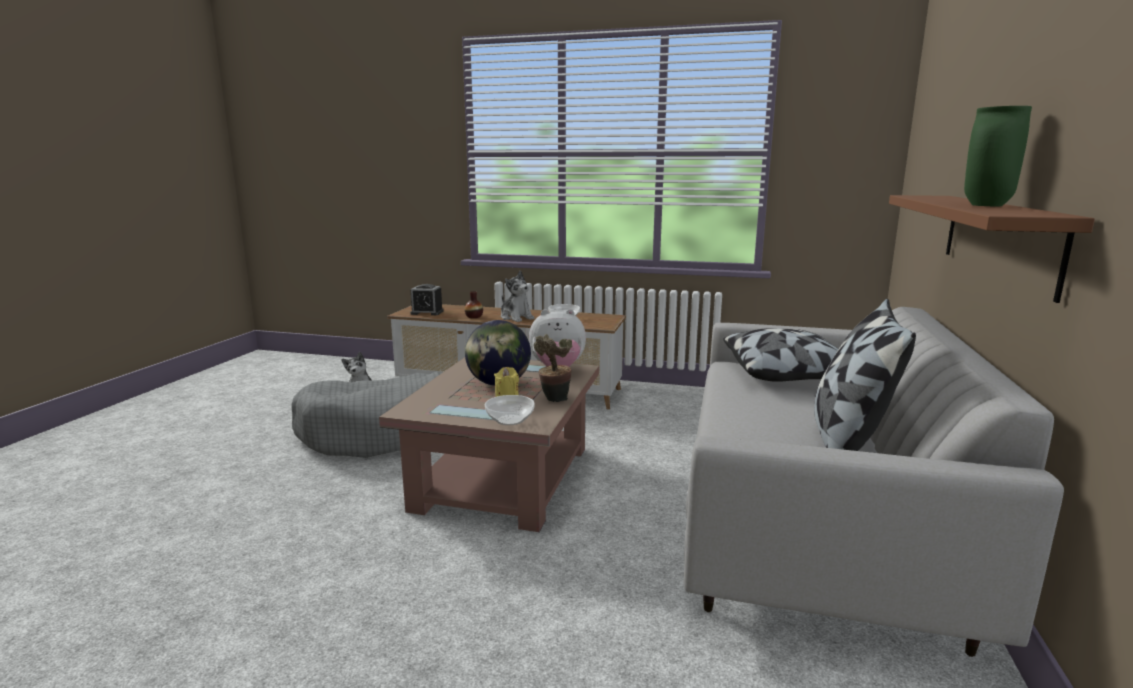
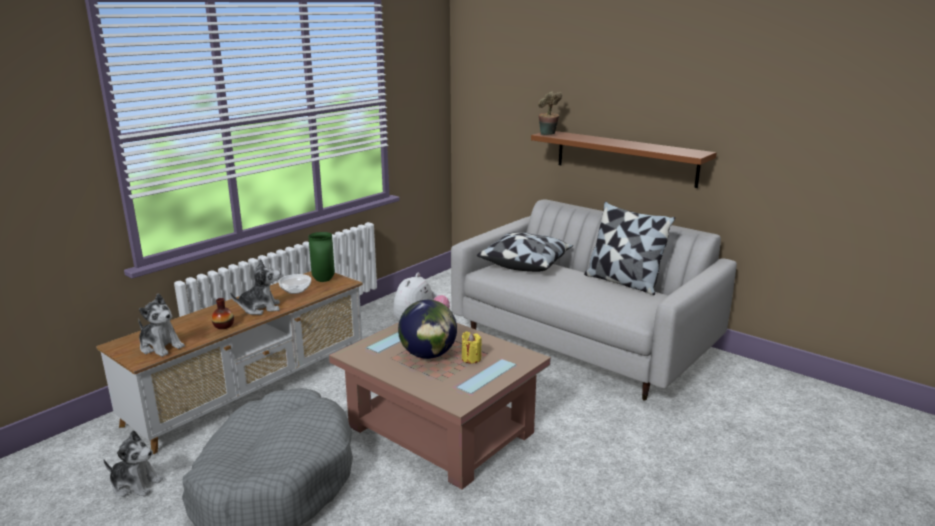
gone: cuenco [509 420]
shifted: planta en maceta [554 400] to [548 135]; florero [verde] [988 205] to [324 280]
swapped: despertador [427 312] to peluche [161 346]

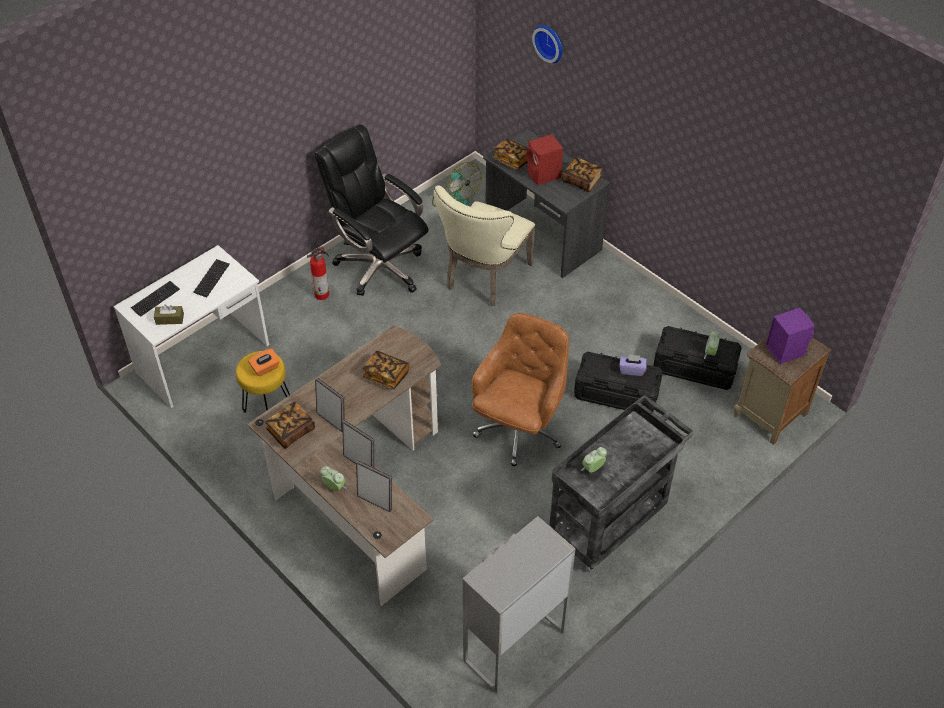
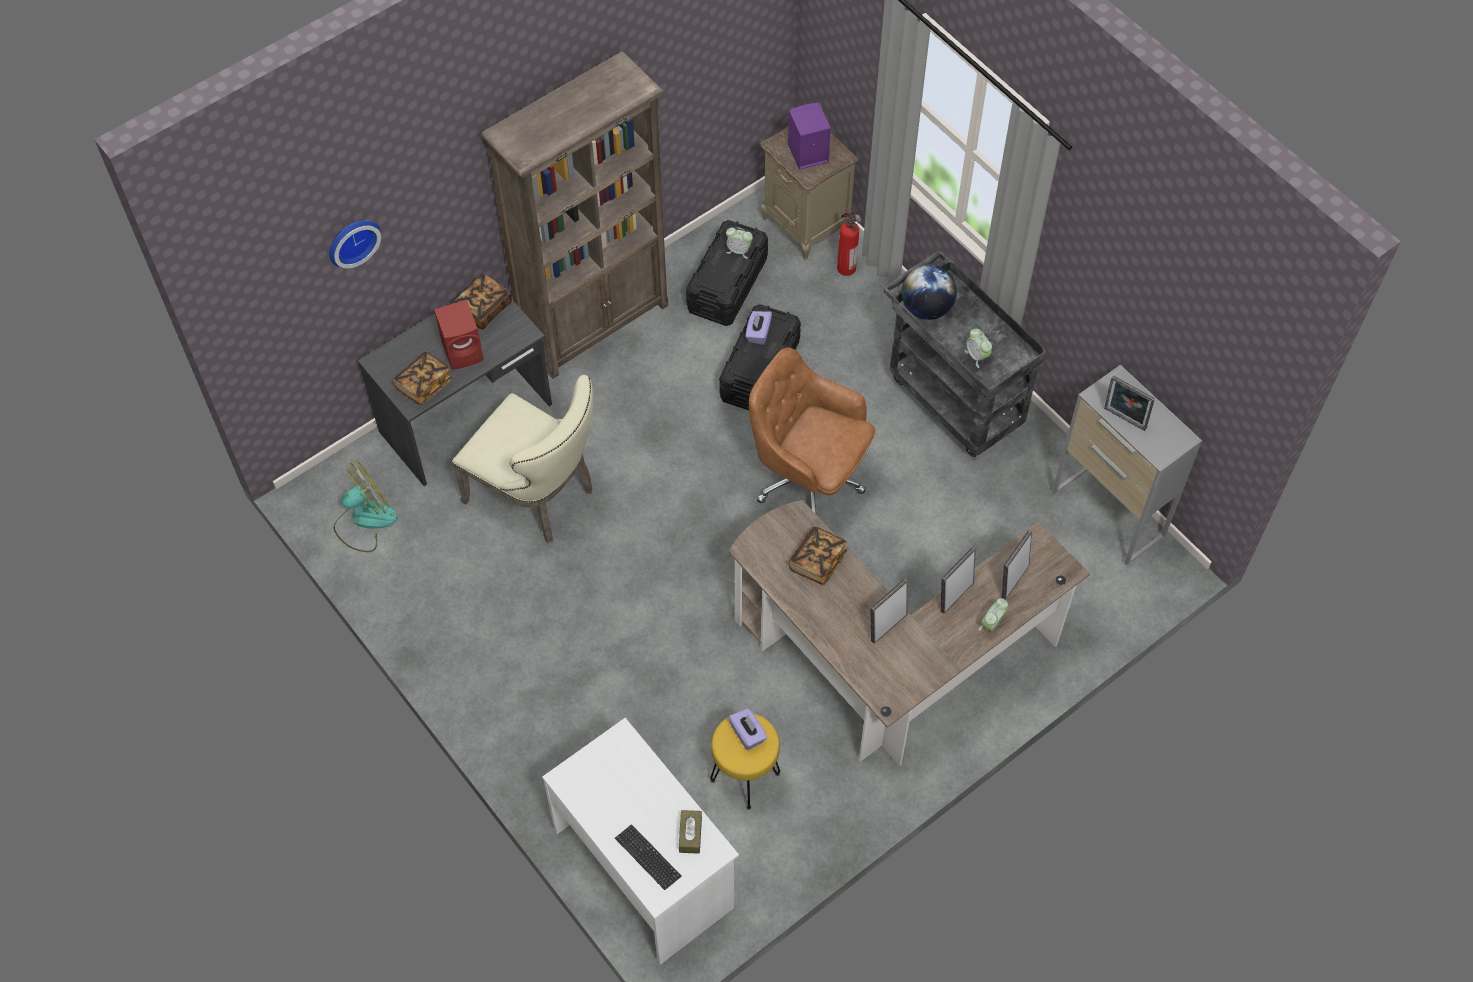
gone: teclado [211 279]; libro [291 431]; silla de oficina [negro] [379 267]
new: estantería [marrón] [595 323]; globo terráqueo [926 308]; portarretratos [1123 420]
shifted: extintor [323 294] to [845 267]
repainted: caja de pañuelos [naranja] [265 368] to caja de pañuelos [morado] [748 734]

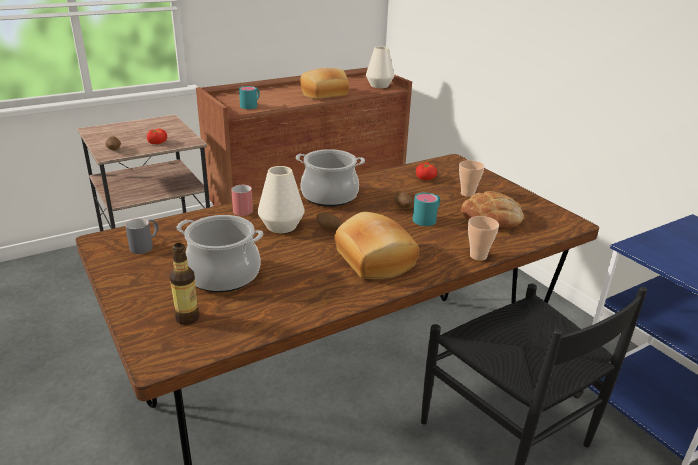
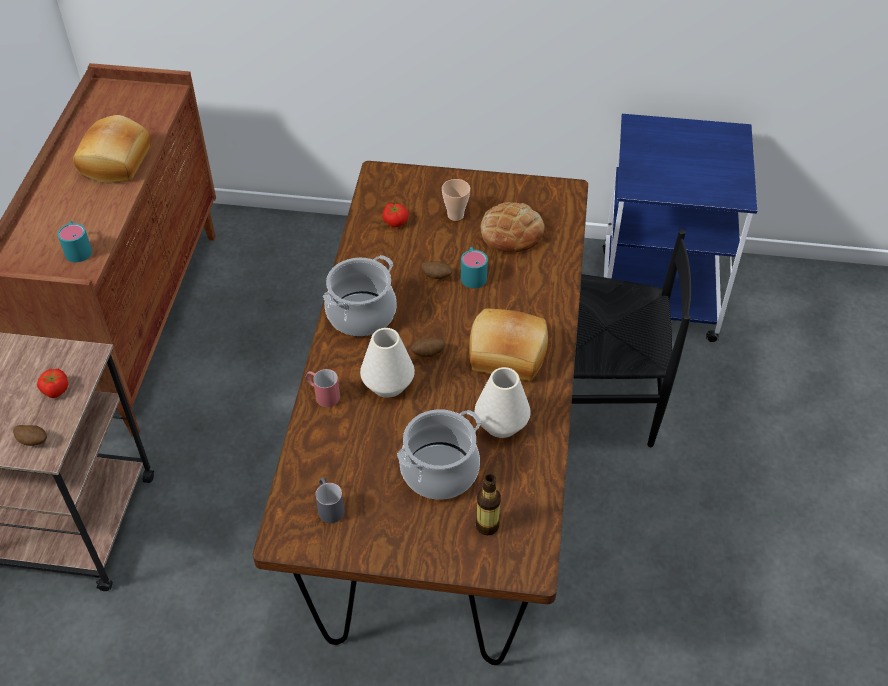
gone: taza [478 256]
shifted: florero [blanco] [379 85] to [501 424]

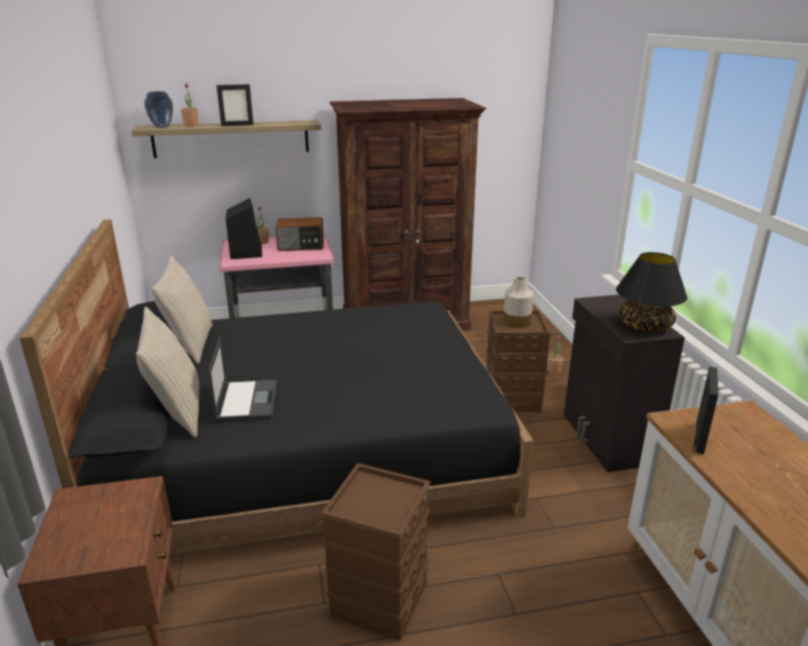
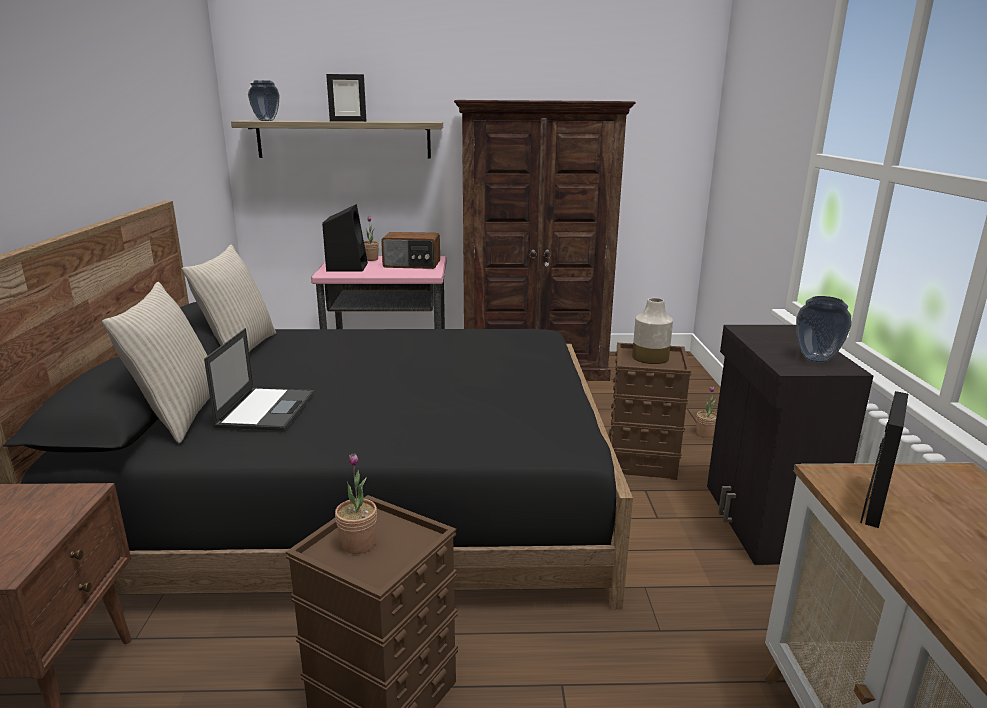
shifted: planta en maceta [191 125] to [358 544]
swapped: lámpara de mesa [negro] [644 325] to florero [815 358]

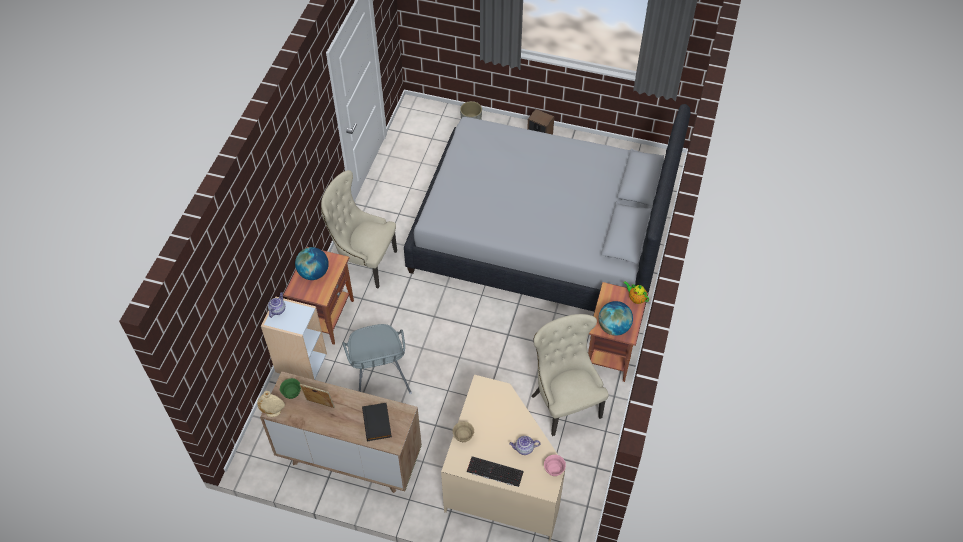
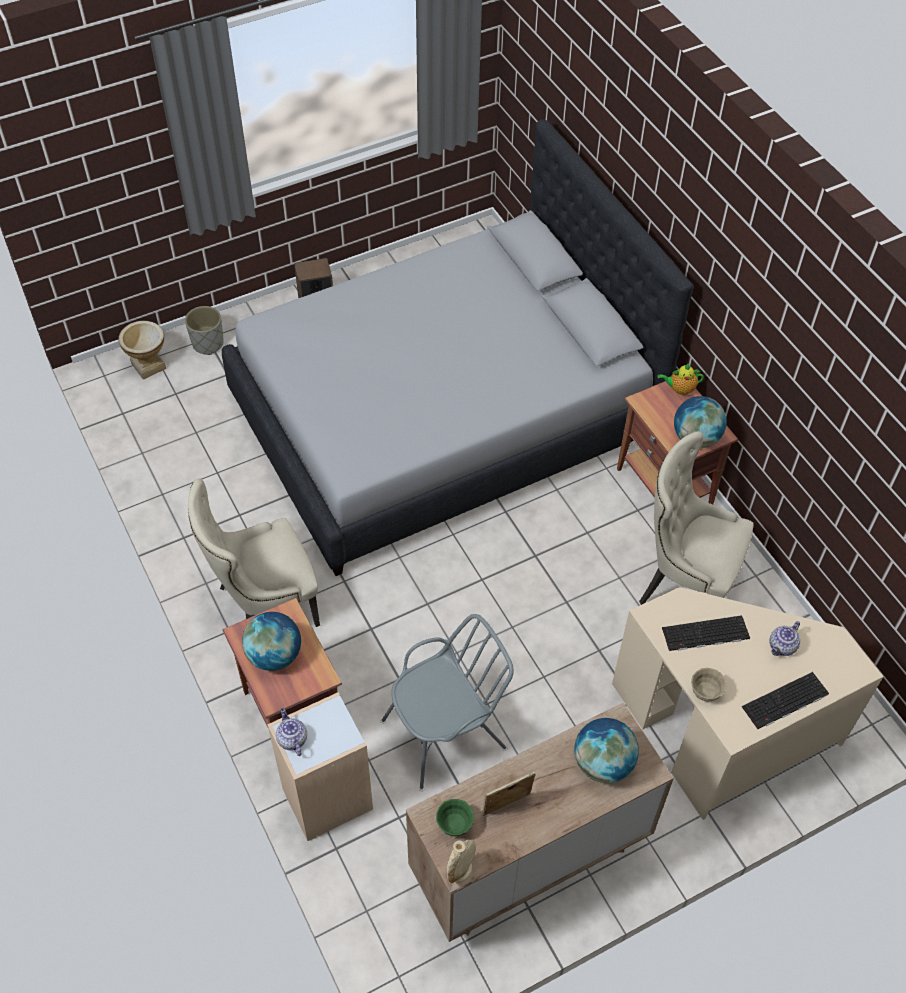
gone: cuenco [rosa] [554 470]
new: florero [149 366]; teclado [705 634]
swapped: libro [negro] [378 423] to globo terráqueo [603 763]
rotated: silla [gris] [379 377] = [448 731] 60 degrees counterclockwise

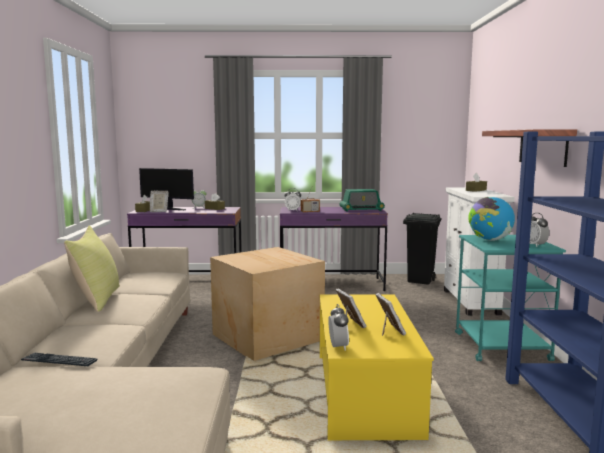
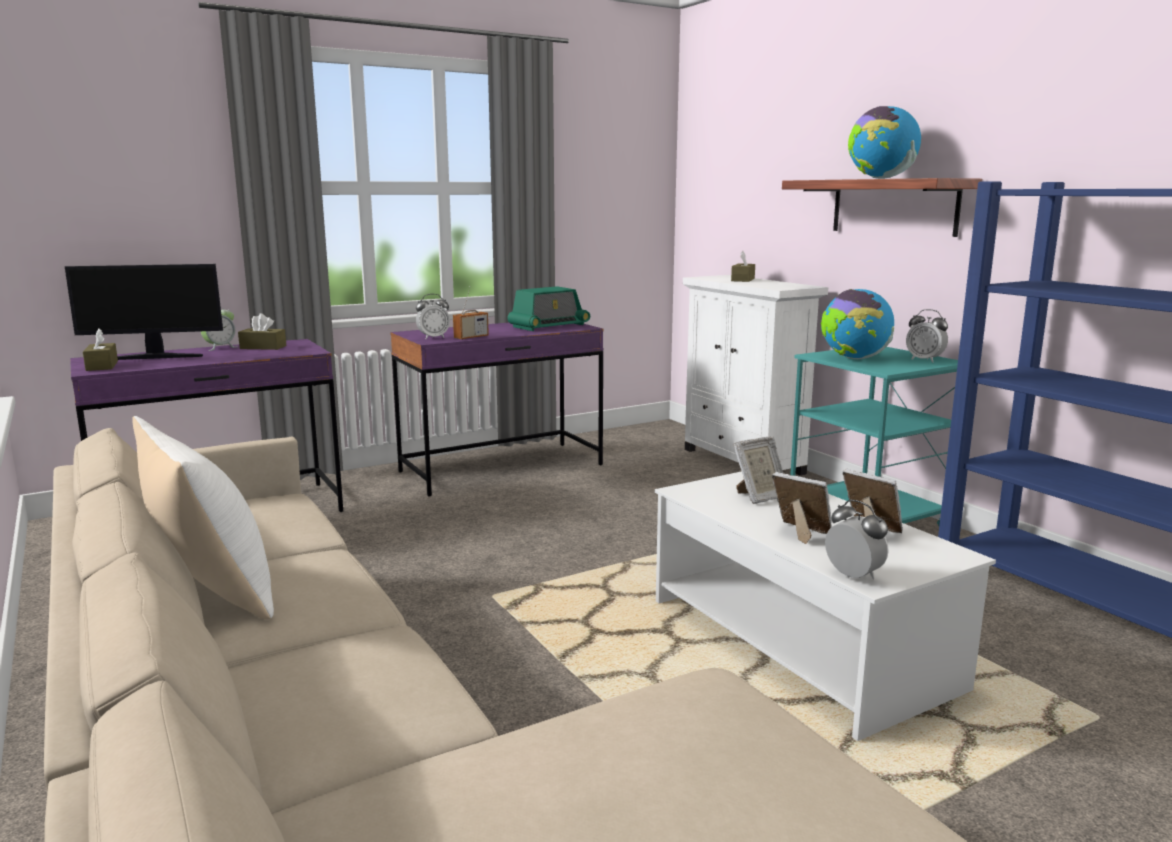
gone: teclado [59 361]; caja de cartón [268 336]; papelera [negro] [420 281]
new: globo terráqueo [881 178]
shifted: portarretratos [159 211] to [760 497]
repainted: cojín [amarillo] [97 299] to cojín [blanco] [210 591]; mesa de centro [amarillo] [365 392] to mesa de centro [blanco] [797 642]

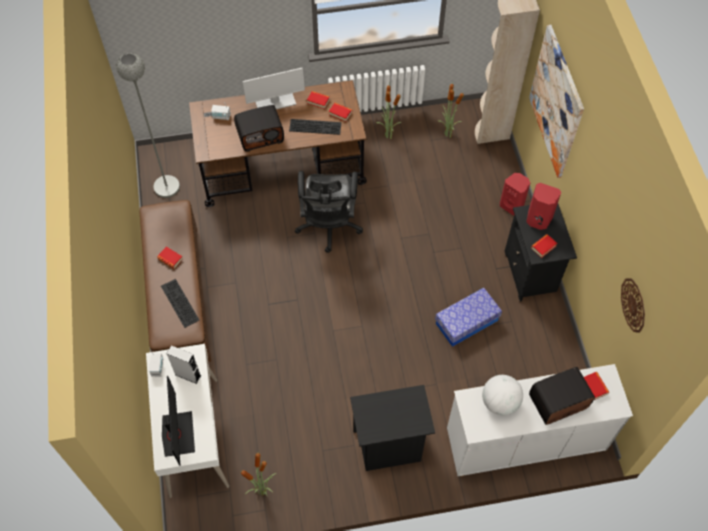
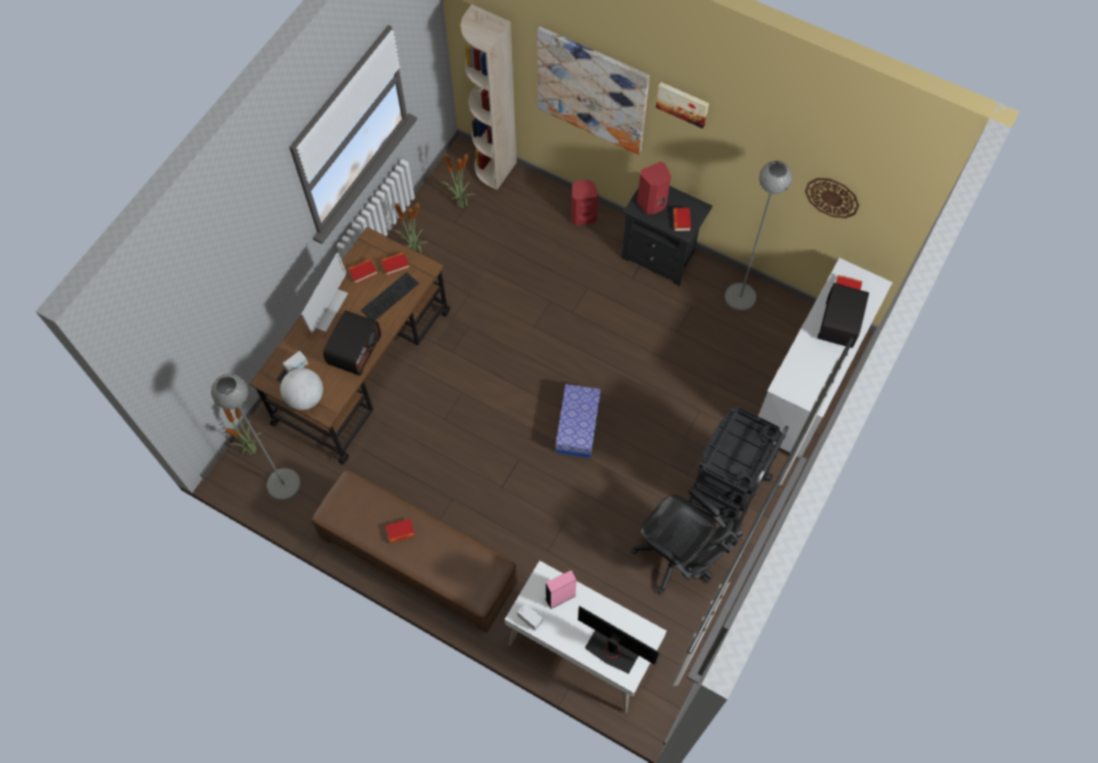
gone: teclado [178 303]
new: cuadro [683 103]; lámpara de pie [gris] [740 297]
shifted: planta en maceta [263 491] to [253 450]; silla de oficina [329 227] to [679 557]; caja de almacenaje [466 322] to [578 426]; globo terráqueo [499 402] to [305 397]
swapped: mesita de noche [negro] [388 446] to carrito [negro] [725 492]
repainted: altavoz [gris] [188 375] to altavoz [rosa] [560 597]

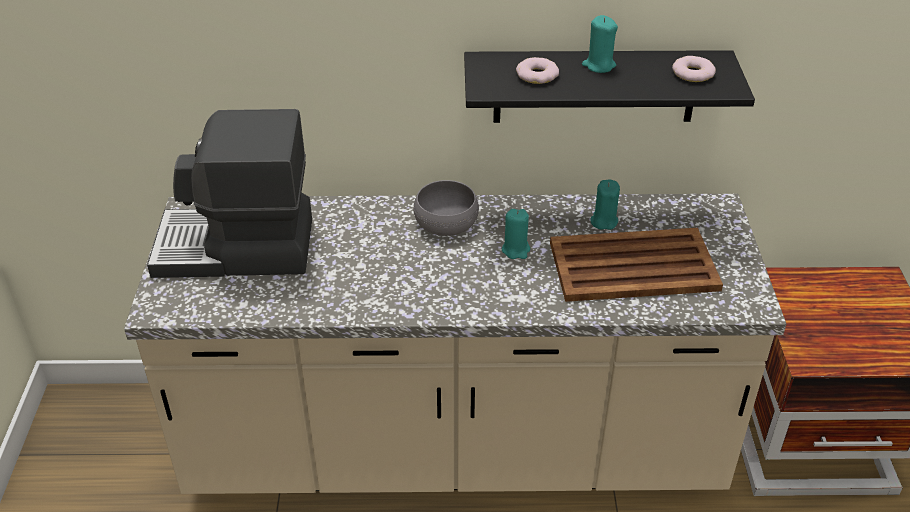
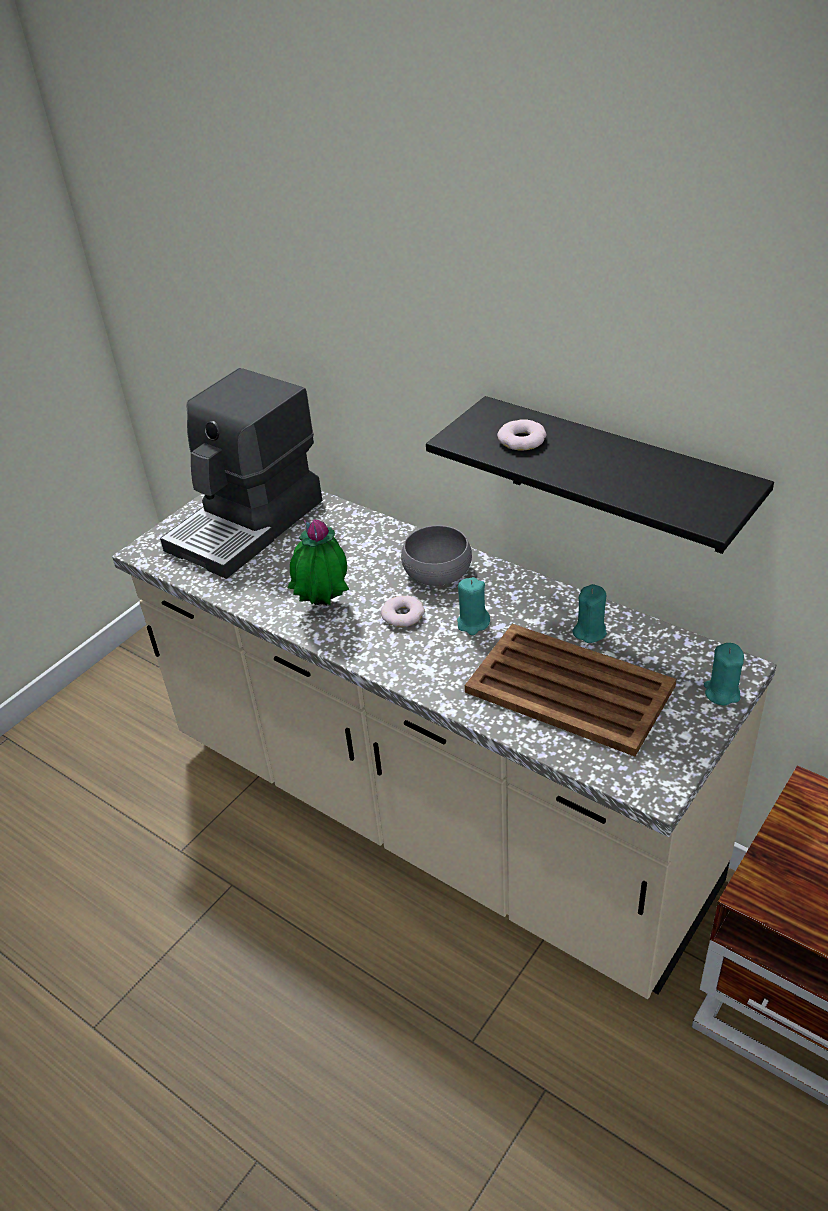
new: planta en maceta [323 606]
shifted: vela [turquesa] [598 65] to [721 692]; rosquilla [692 73] to [403 615]
rotated: cafetera [236 249] = [248 525] 90 degrees counterclockwise

